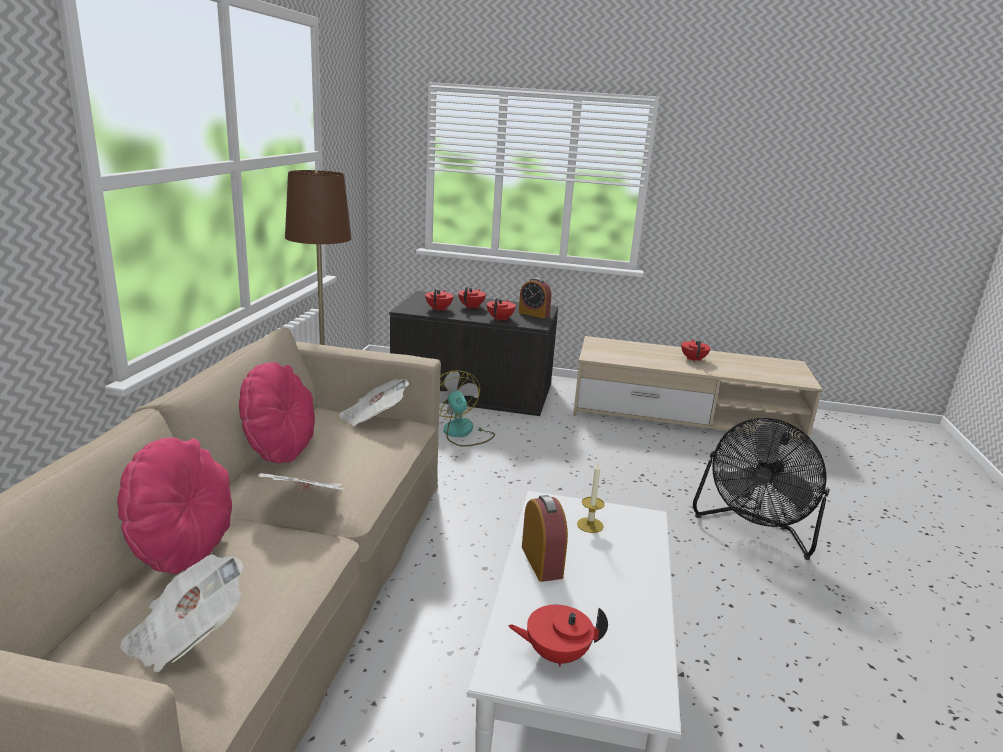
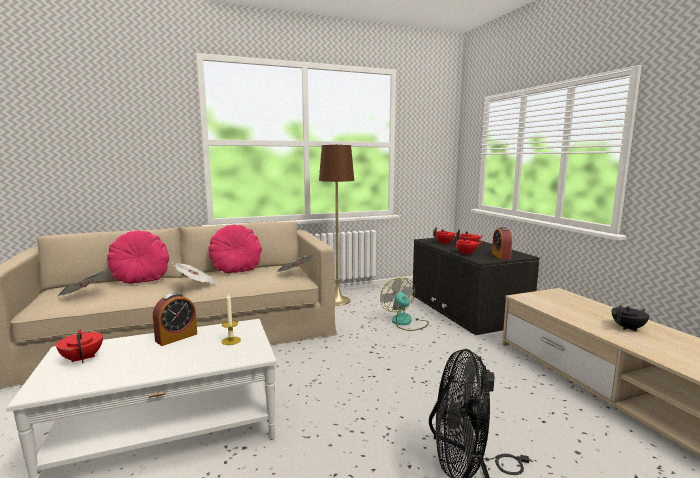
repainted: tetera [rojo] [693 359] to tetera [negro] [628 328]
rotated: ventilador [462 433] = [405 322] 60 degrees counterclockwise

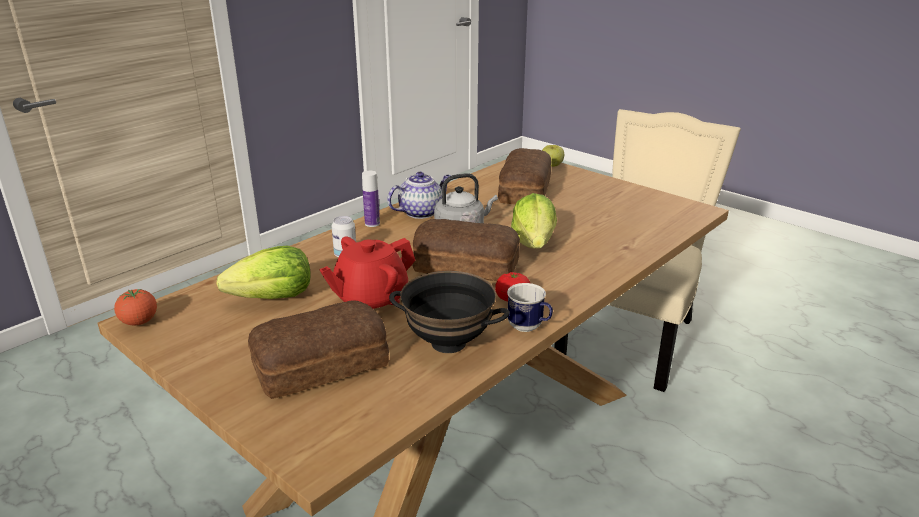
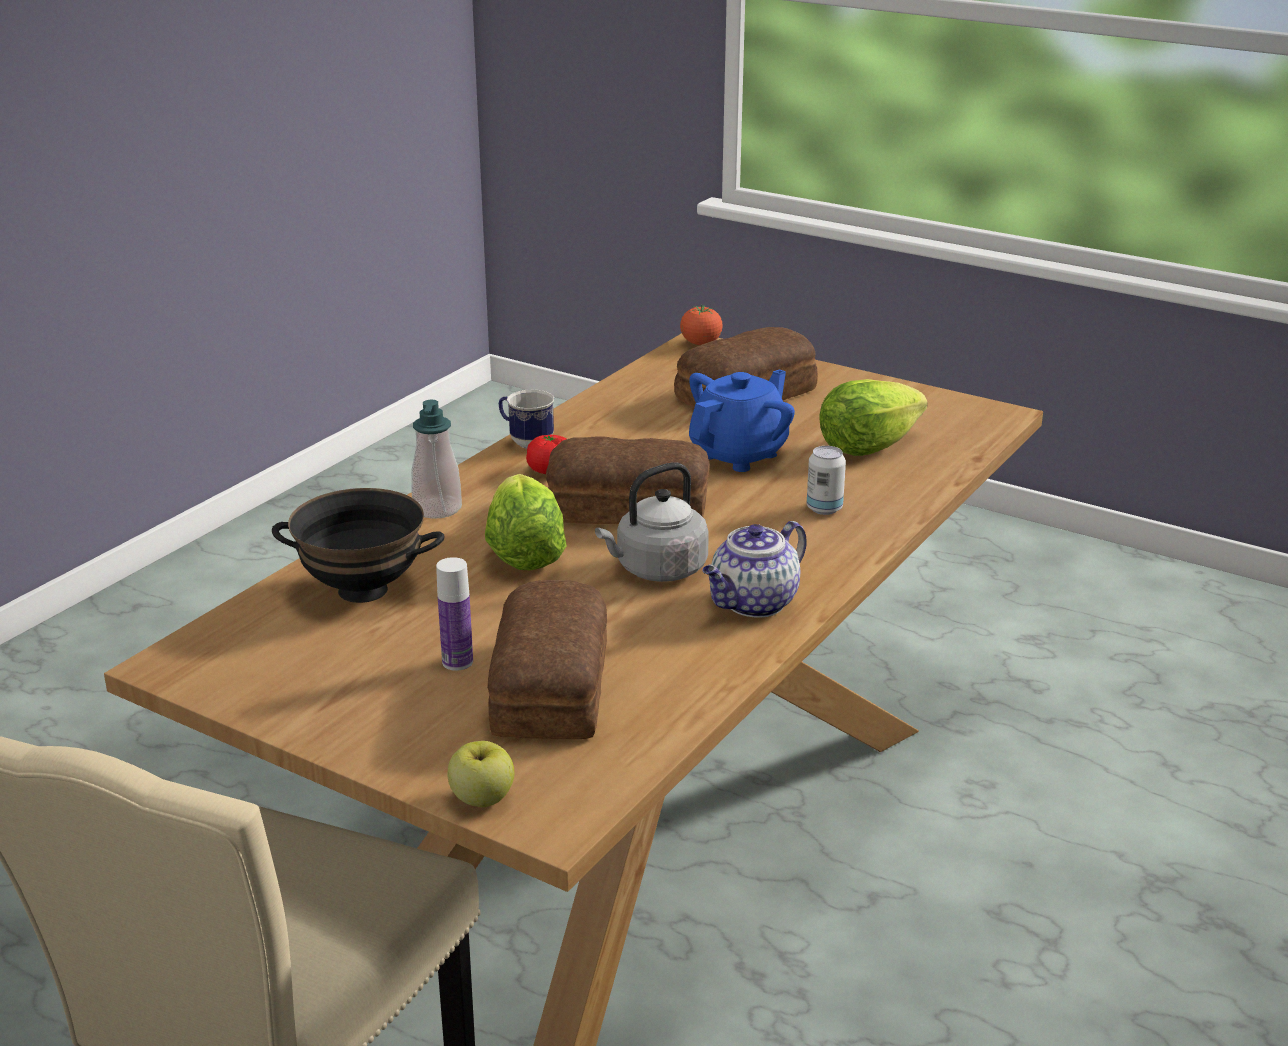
new: dispensador de jabón [437 508]
shifted: tomate [139 322] to [701 343]; botella [372 223] to [457 662]; cuenco [negro] [447 344] to [364 590]
repainted: tetera [rojo] [370 300] to tetera [azul] [739 454]

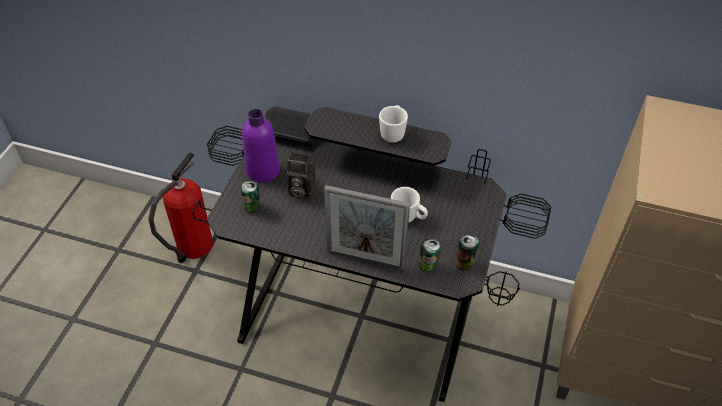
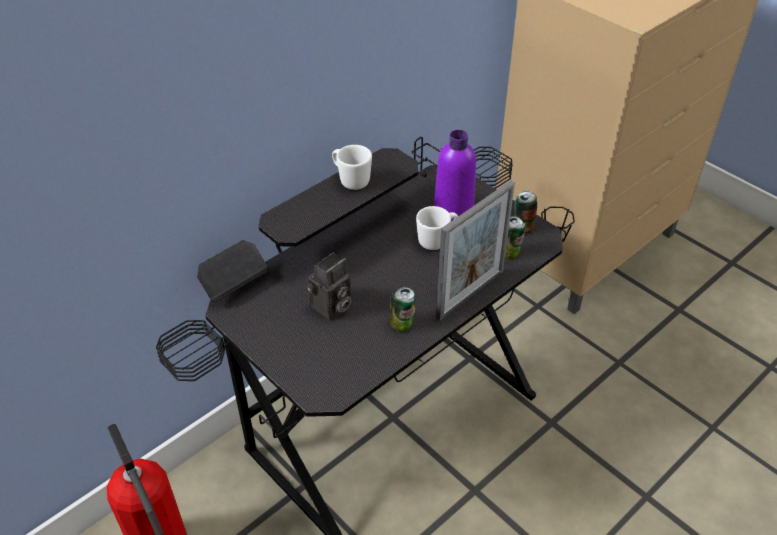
shifted: lata [252 207] to [402 324]; botella [morado] [263 171] to [453 211]

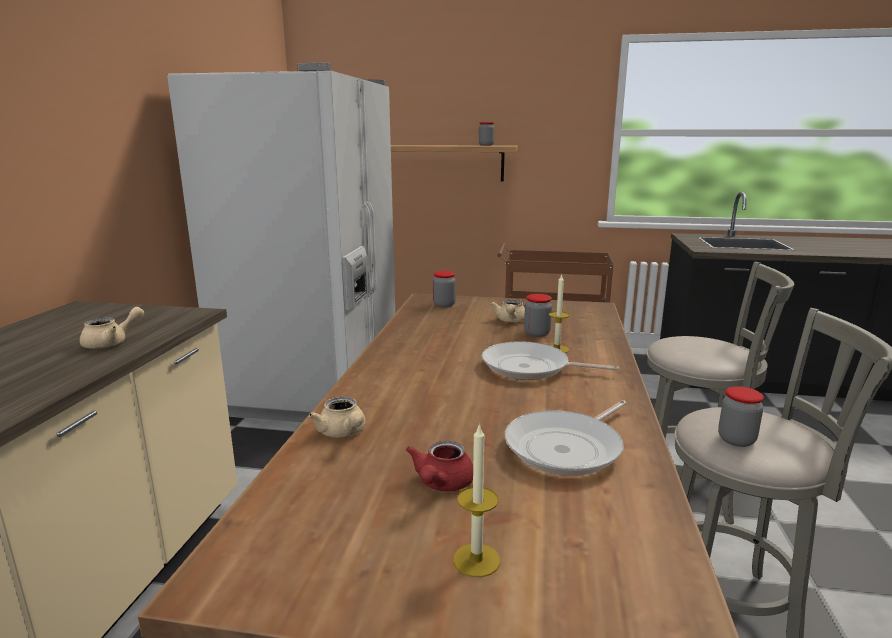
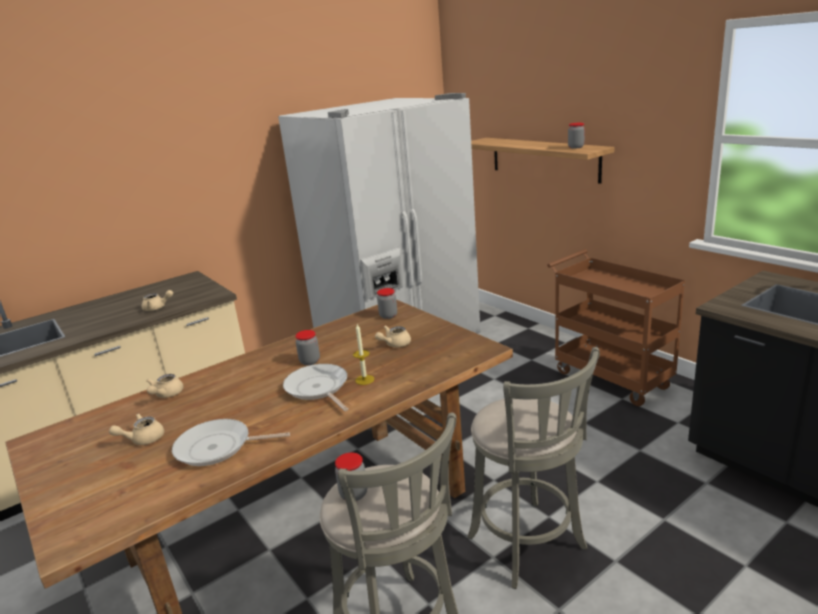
gone: vela [476 560]
shifted: tarro [537 333] to [310 361]
repainted: tetera [rojo] [441 484] to tetera [beis] [143 439]

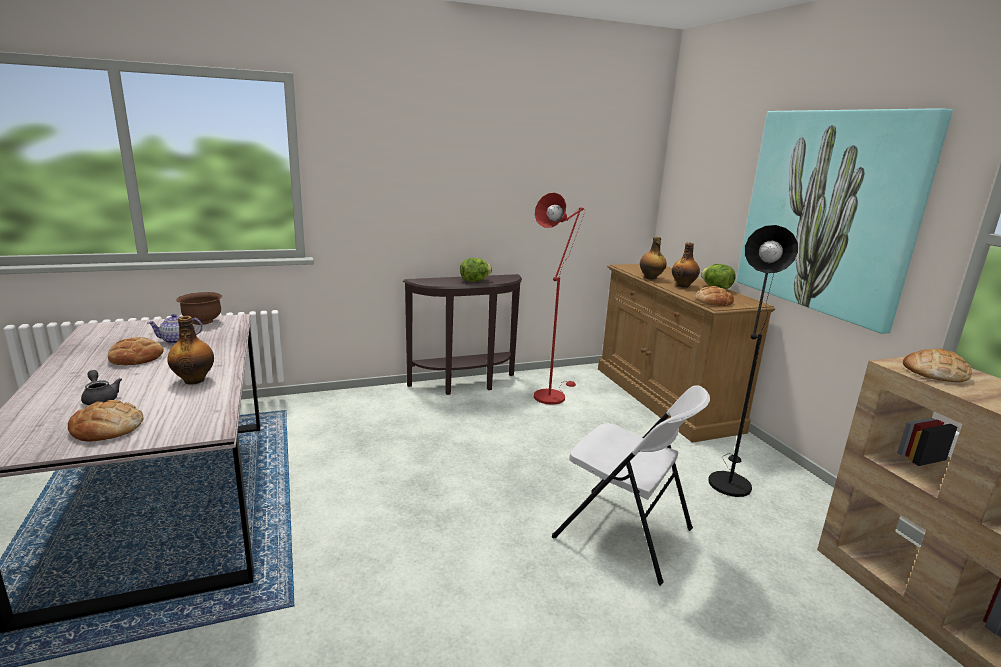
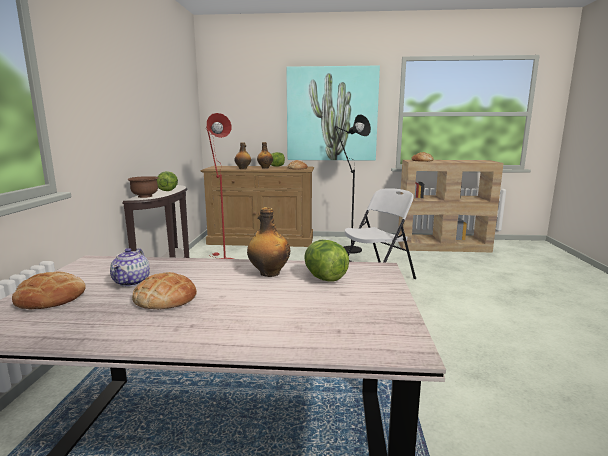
gone: tetera [gris] [100 398]
new: lechuga [324 278]
shifted: pan [107 428] to [51 298]; cuenco [marrón] [202 321] to [145 196]

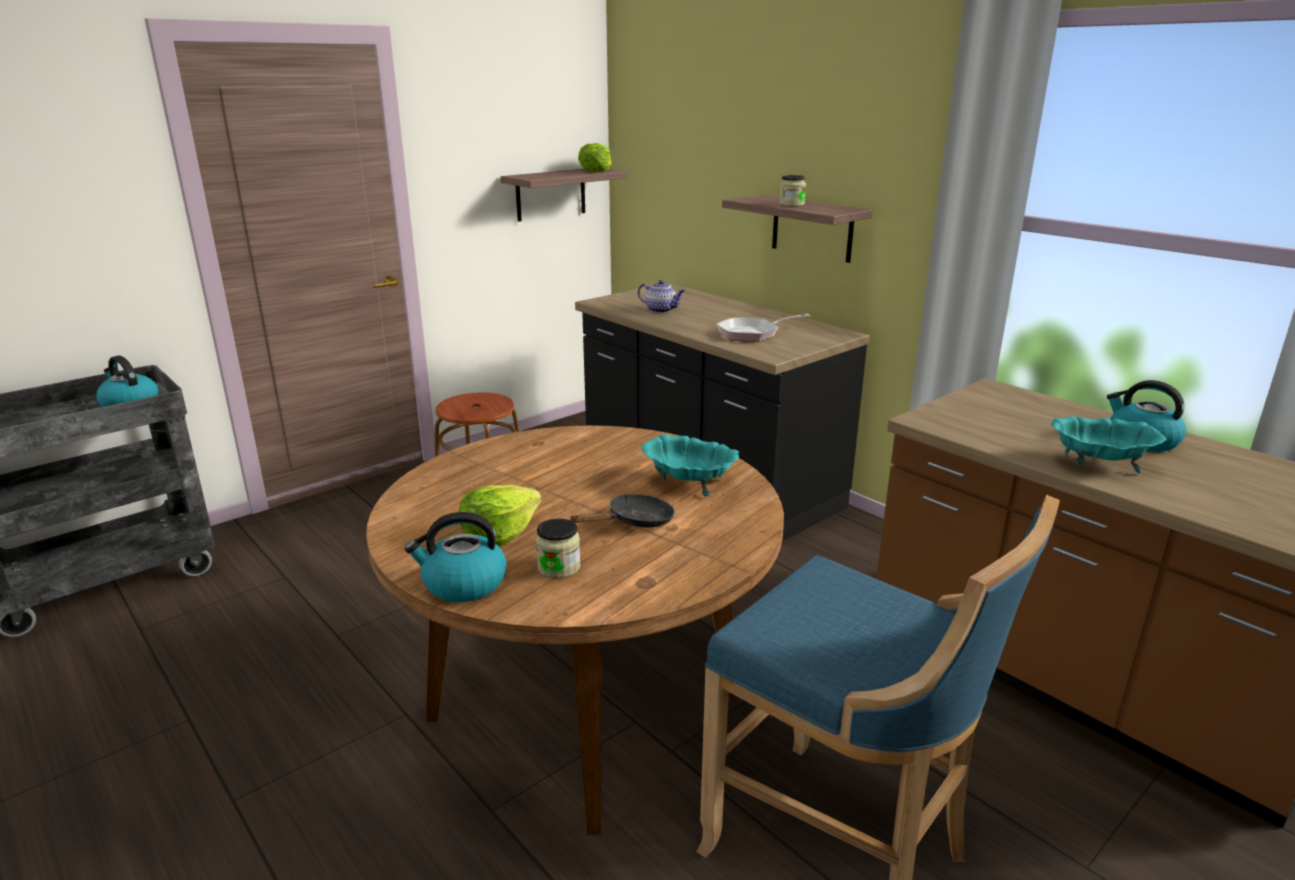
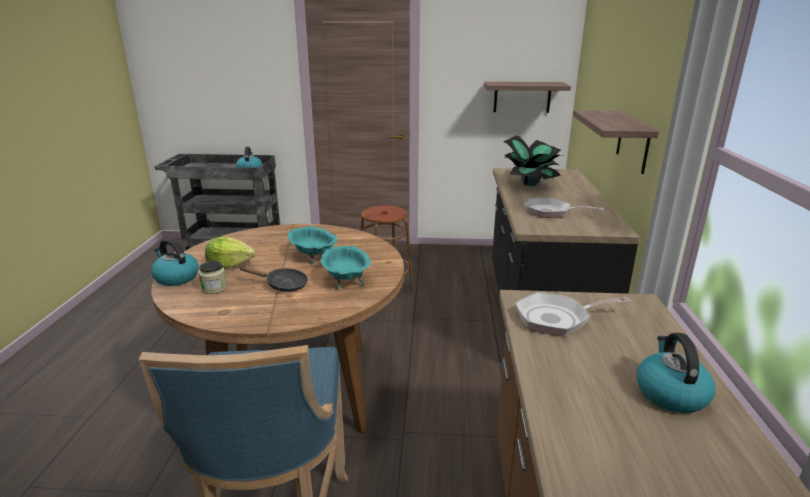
gone: lechuga [596 170]; tarro [791 204]
new: sartén [557 318]
shifted: cuenco [turquesa] [1098 464] to [313 256]
swapped: tetera [661 310] to planta en maceta [530 184]

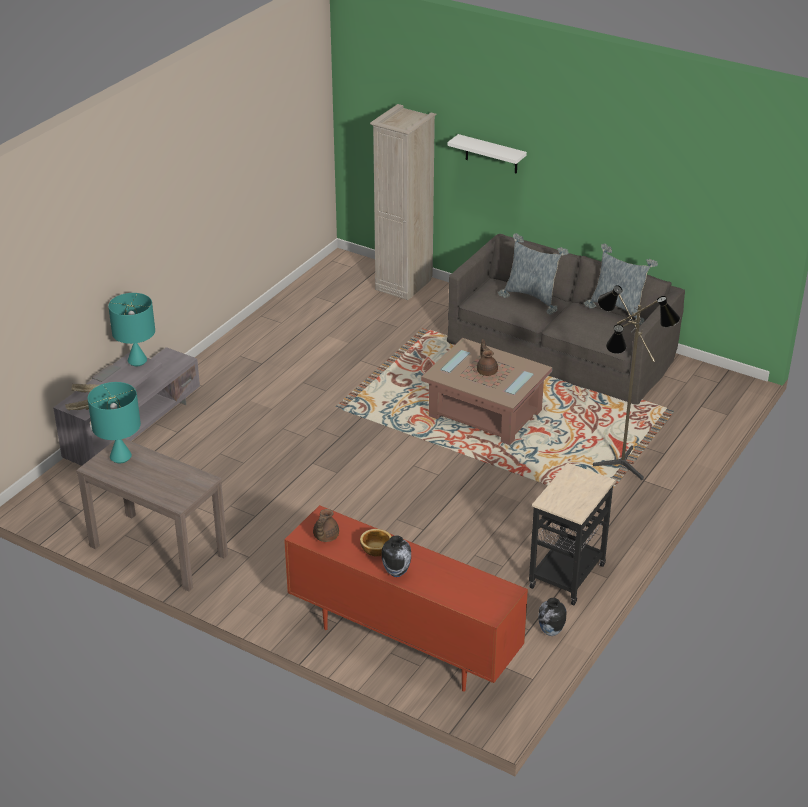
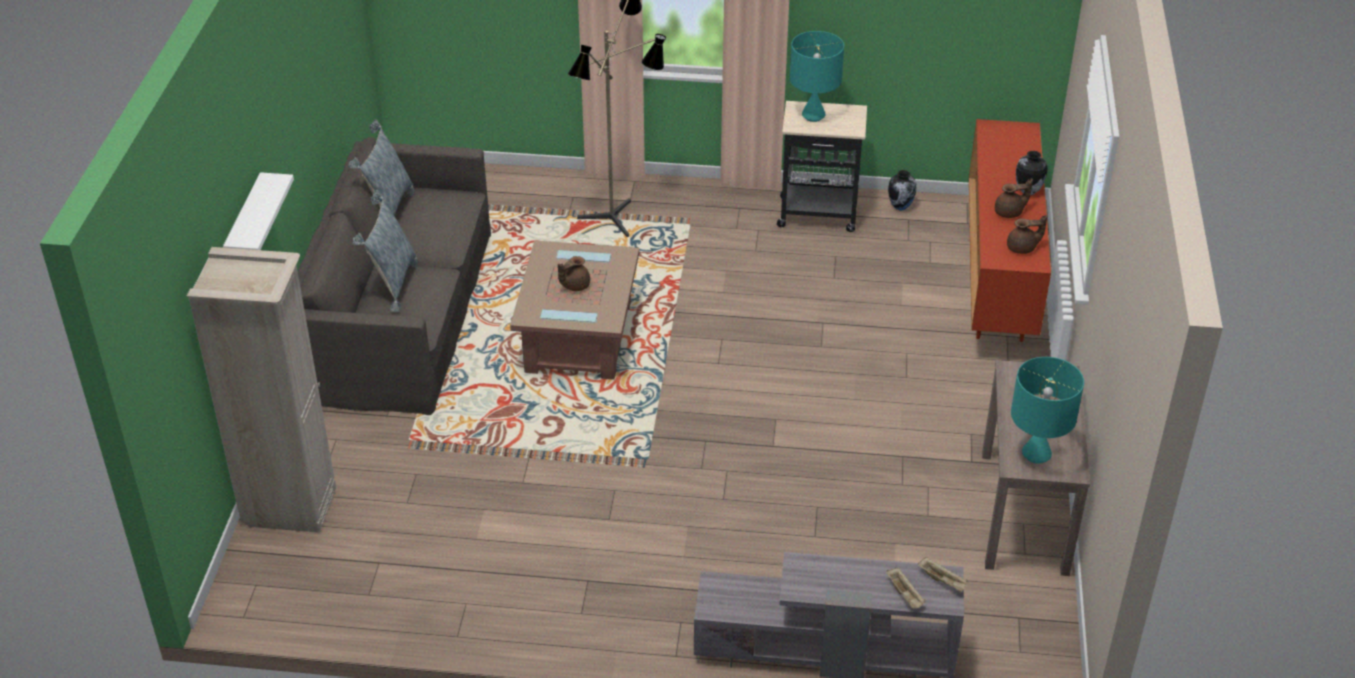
shifted: lámpara de mesa [turquesa] [137 362] to [813 116]
swapped: cuenco [375 549] to tetera [marrón] [1009 212]

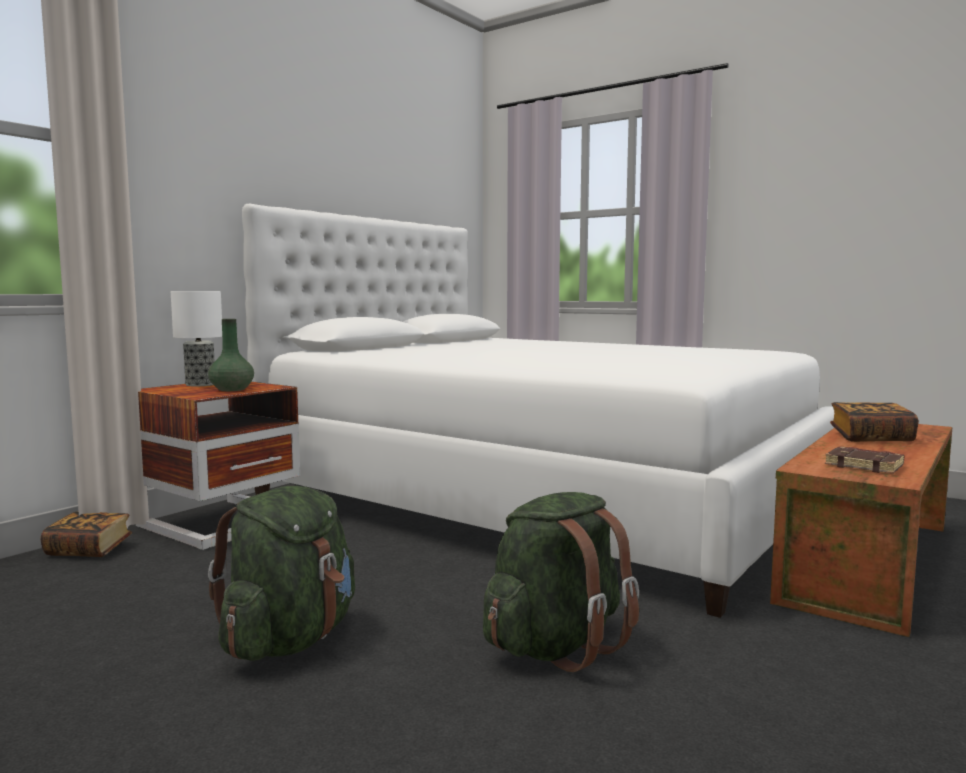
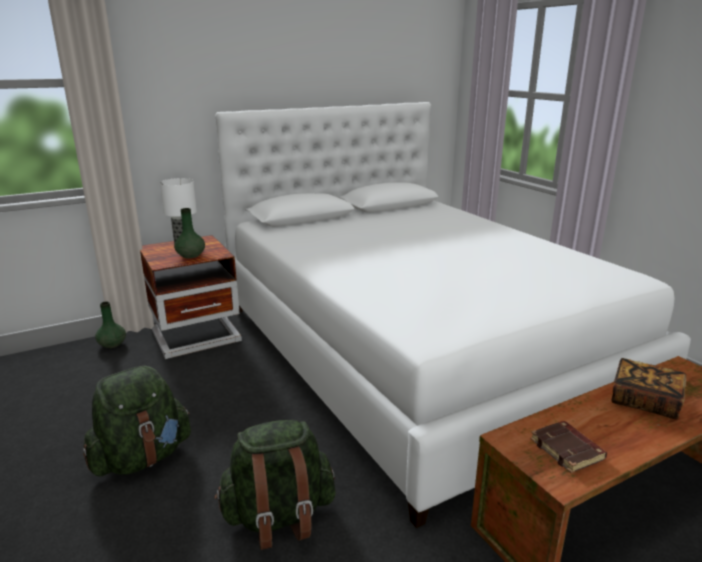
swapped: libro [89 550] to florero [verde] [112 344]

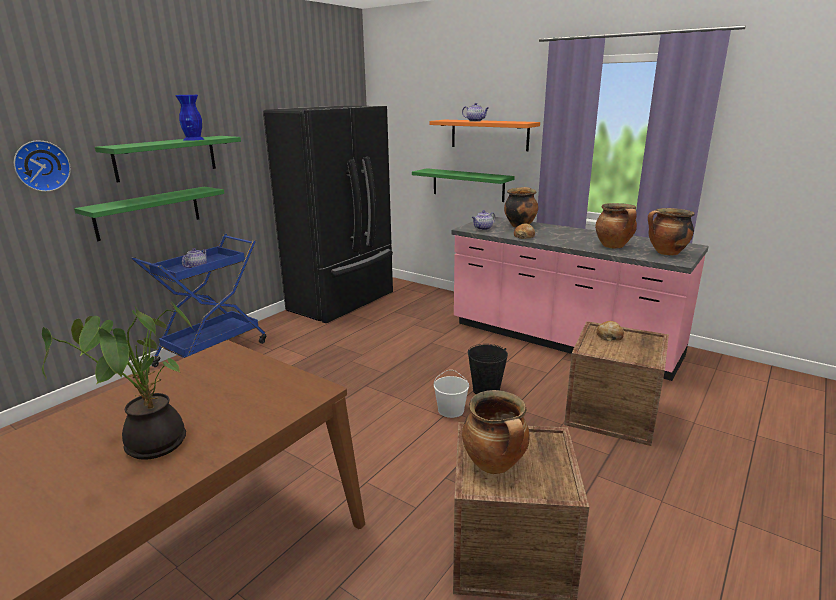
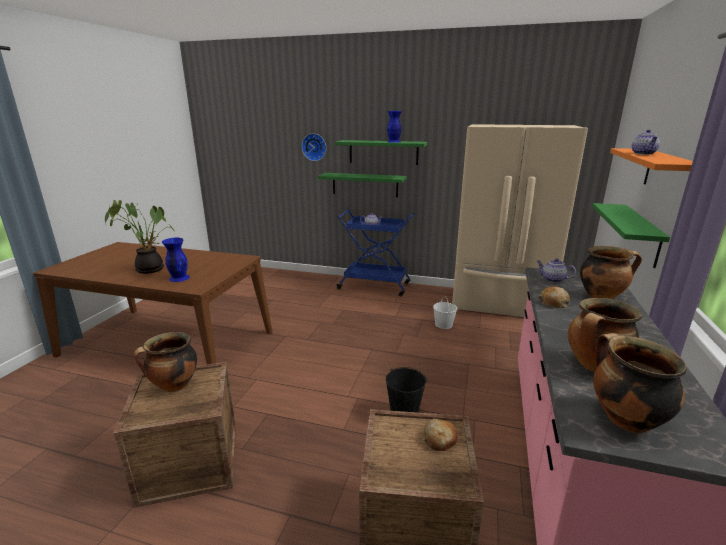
new: florero [azul] [179 278]
shifted: cubo [blanco] [450 410] to [443 324]
repainted: nevera [negro] [345 301] to nevera [beis] [500 305]

